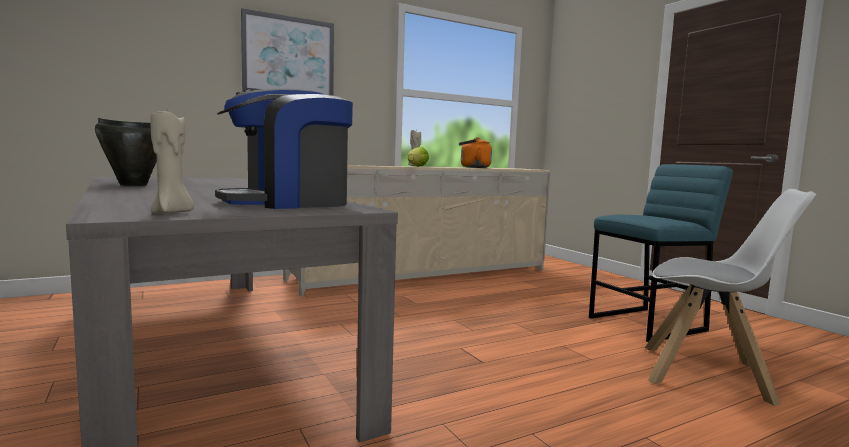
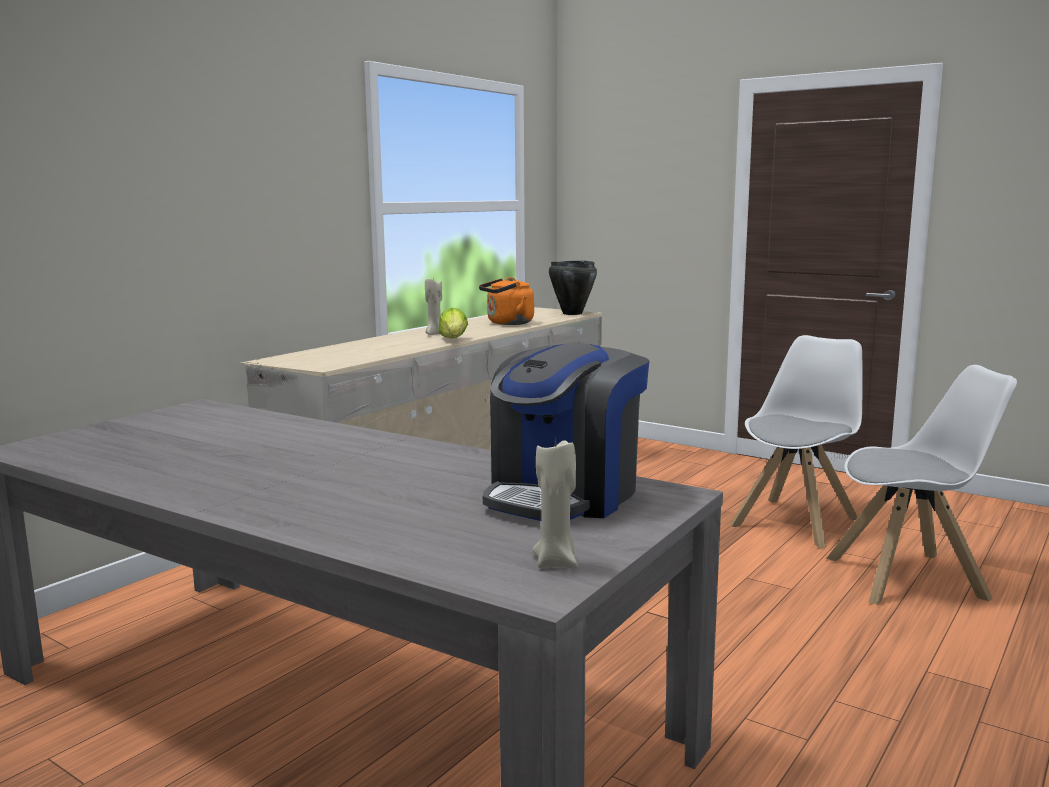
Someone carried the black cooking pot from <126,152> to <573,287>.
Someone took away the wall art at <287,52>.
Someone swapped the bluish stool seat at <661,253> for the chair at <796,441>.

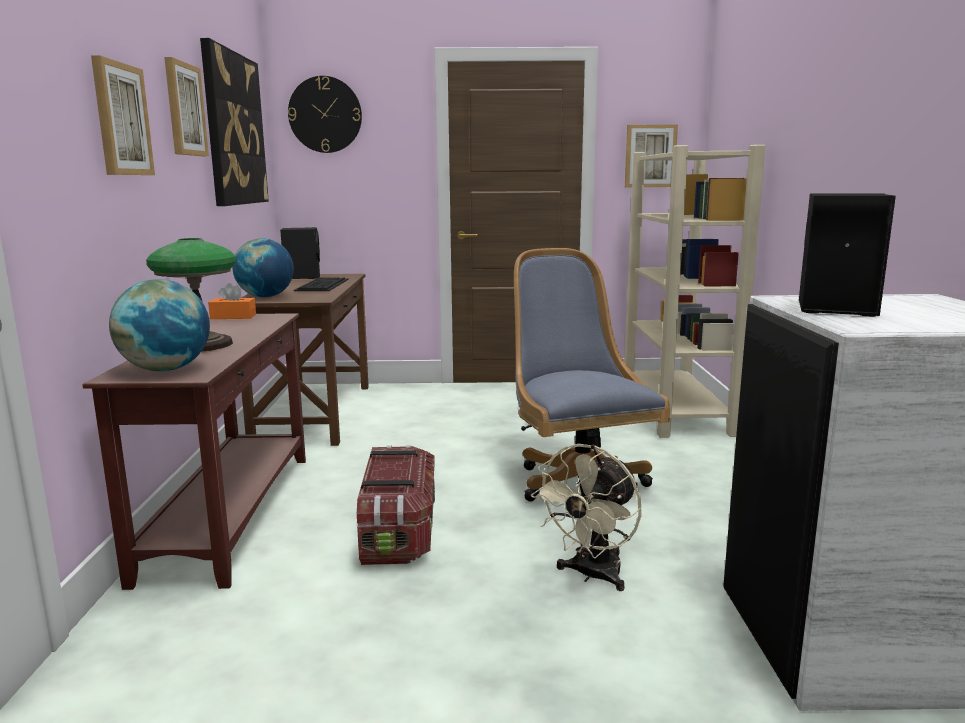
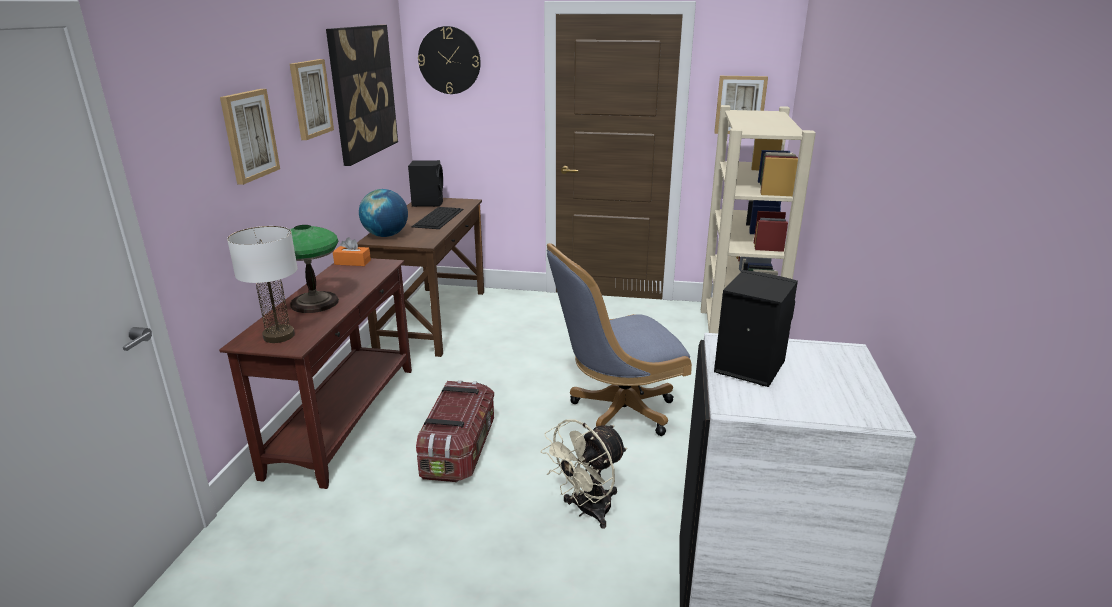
Someone swapped the globe at <159,325> for the table lamp at <262,284>.
Someone rotated the bluish computer chair at <592,375> by 105 degrees counterclockwise.

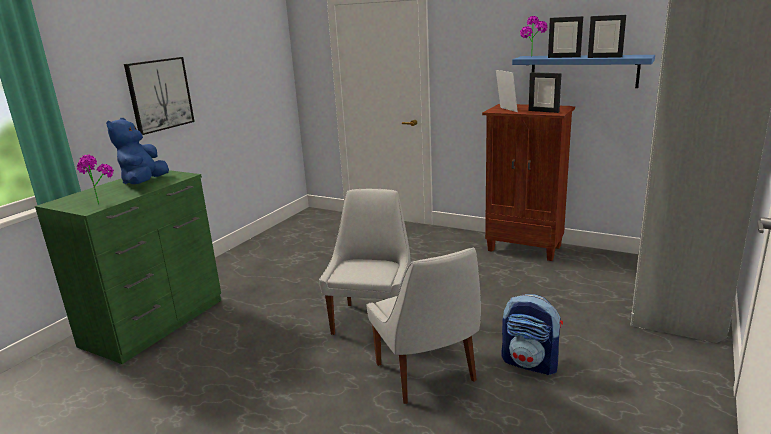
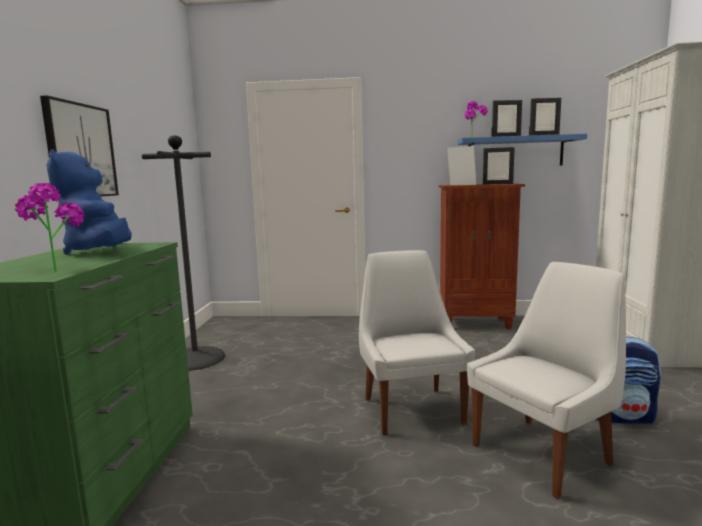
Someone rotated the white-coloured chair at <423,326> by 75 degrees counterclockwise.
Someone put down the black clothes rack at <183,253>.

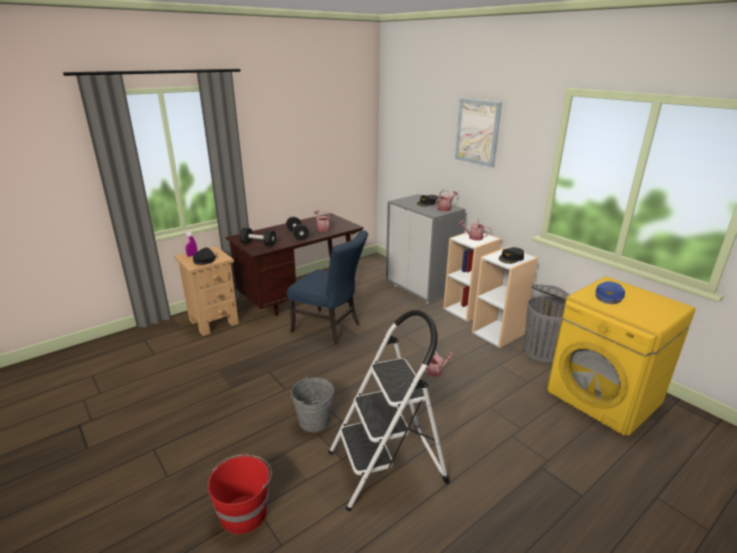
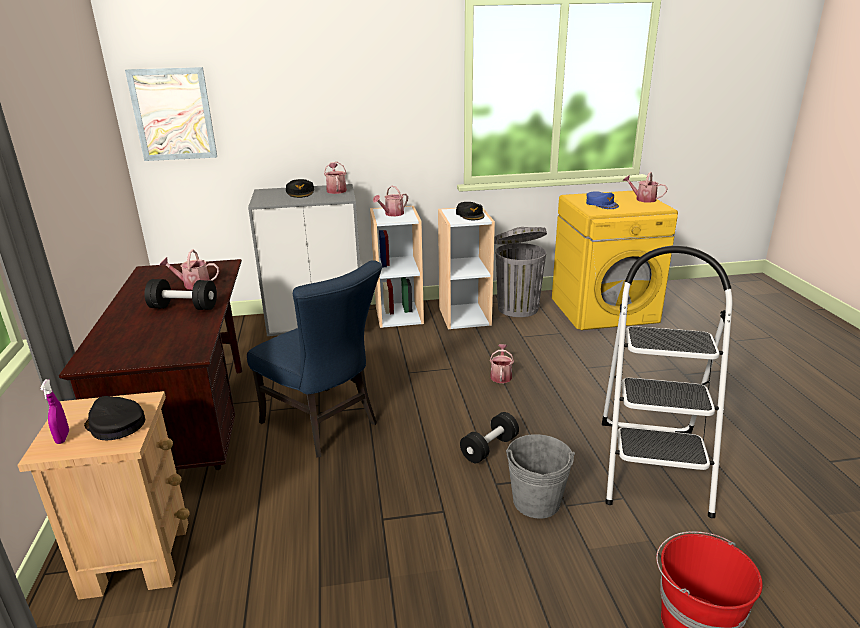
Someone carried the black dumbbell from <258,237> to <489,437>.
Someone rotated the bluish chair at <327,287> by 75 degrees clockwise.
Someone carried the wall art from <478,132> to <171,114>.
Someone put down the watering pot at <645,187>.

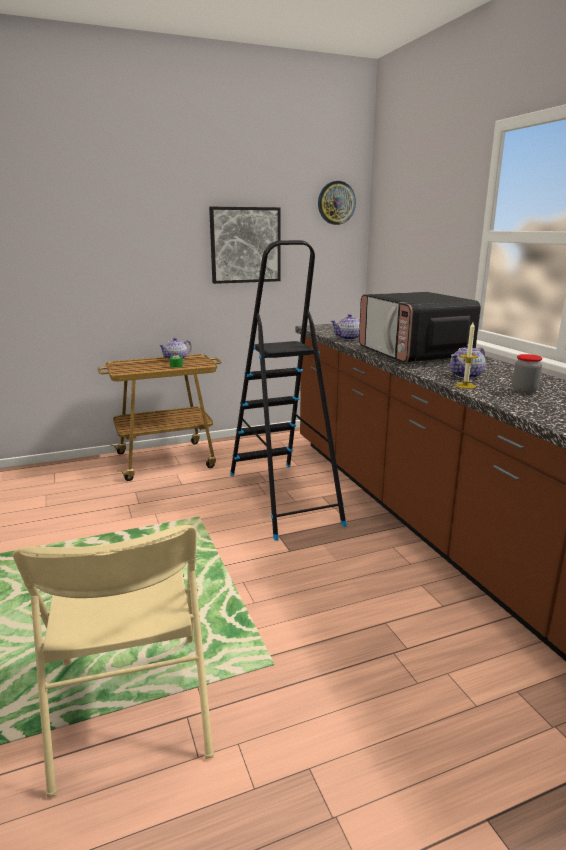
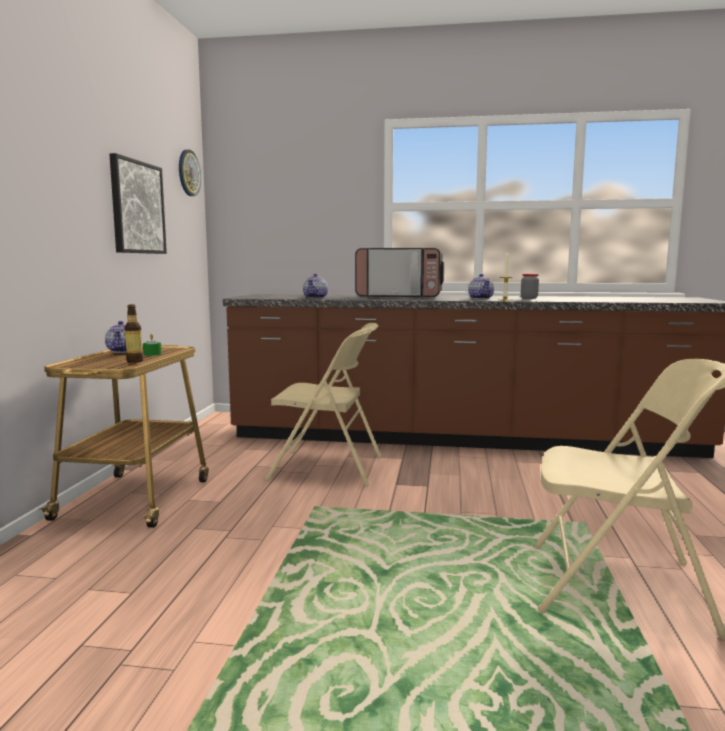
Someone swapped the black step ladder at <288,390> for the beige chair at <323,405>.
Someone put down the drink bottle at <133,333>.

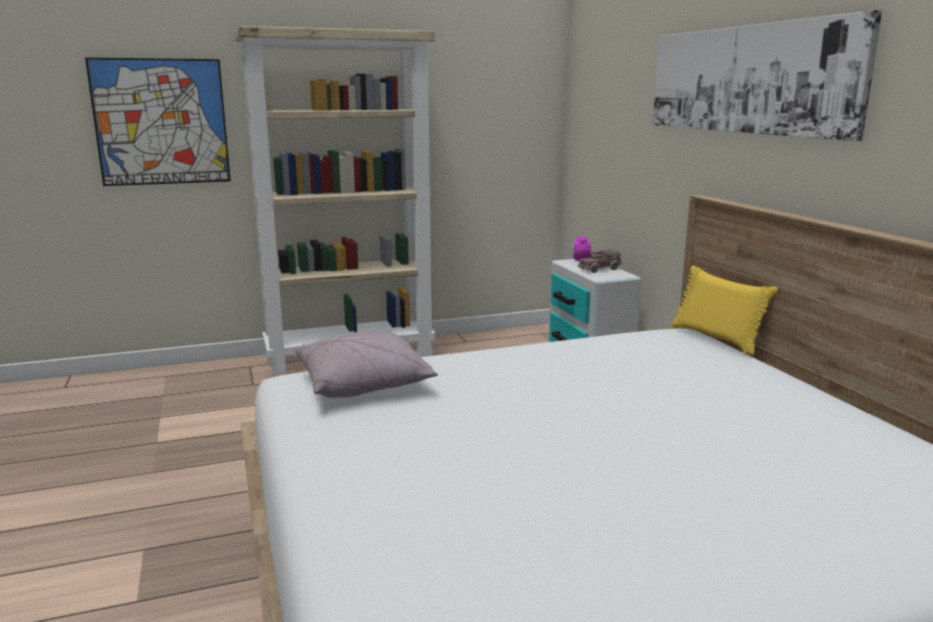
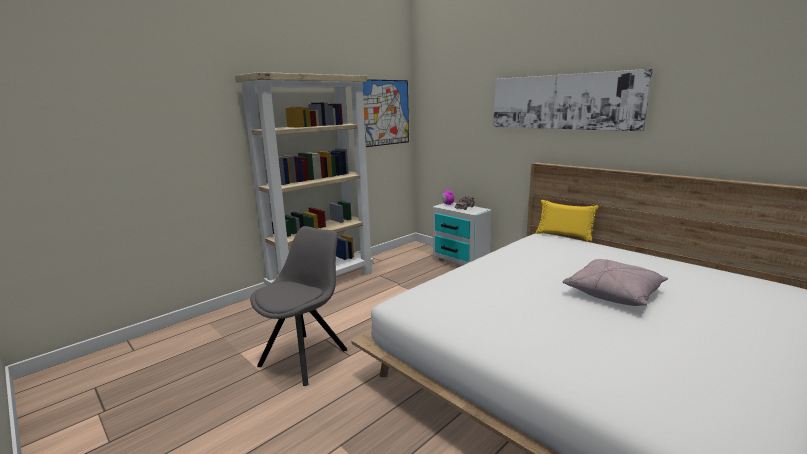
Someone carried the wall art from <158,122> to <386,113>.
Someone carried the purple throw pillow from <366,364> to <615,282>.
Someone put down the gray chair at <298,306>.

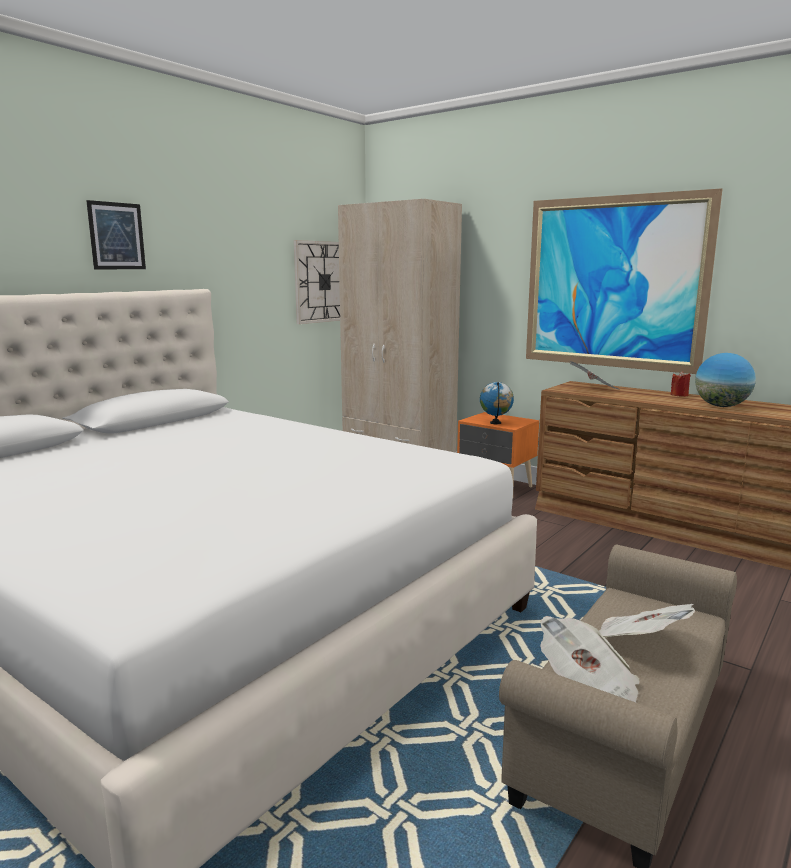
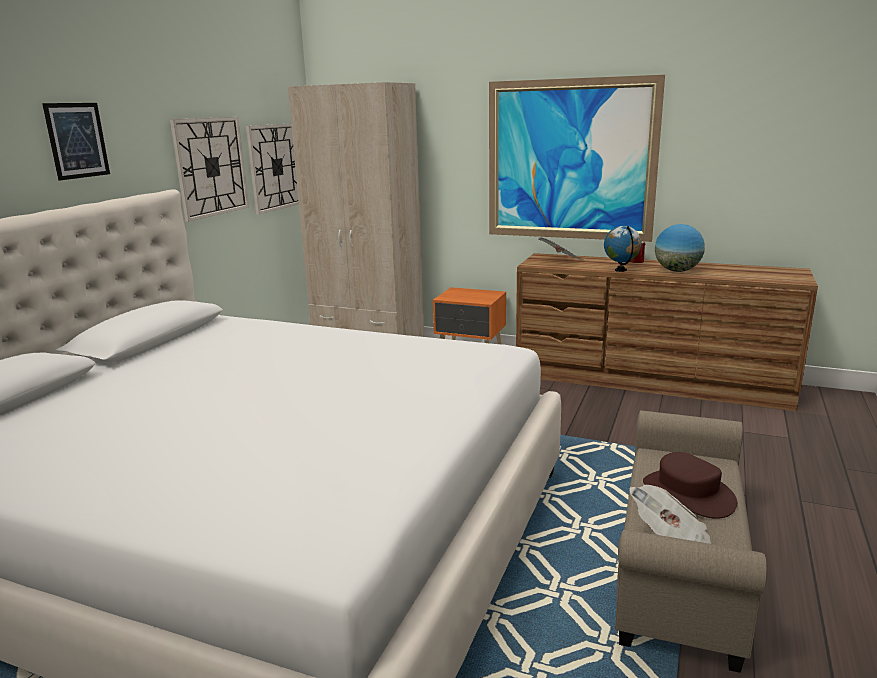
Someone carried the globe from <497,403> to <623,249>.
Someone swapped the newspaper at <647,620> for the brown clothing hat at <690,485>.
Someone put up the clock on the wall at <209,169>.

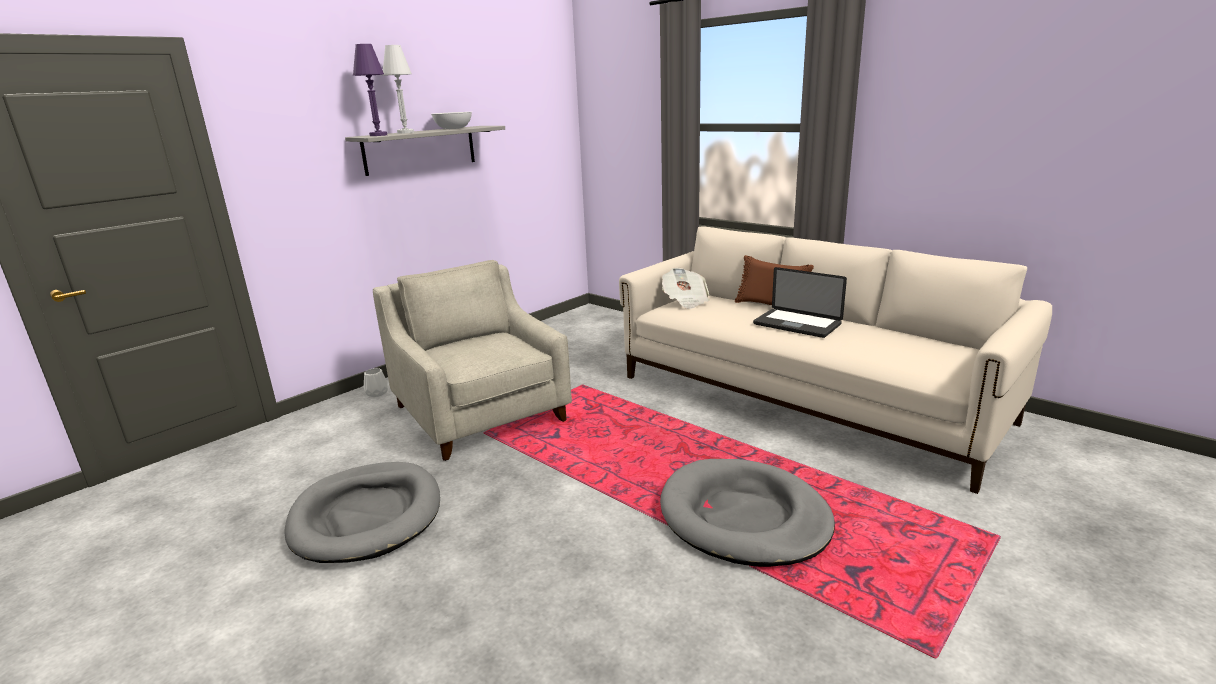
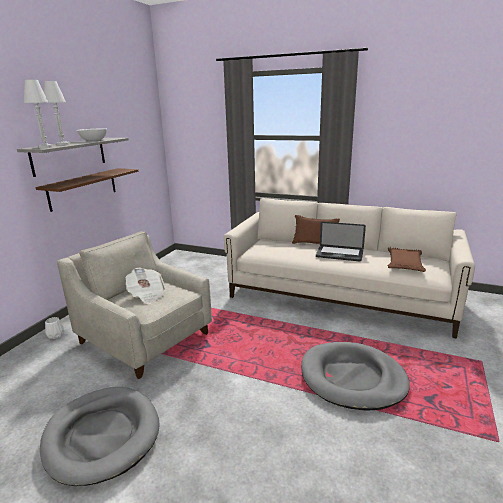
Someone repainted the purple table lamp at <370,90>, which became the white-coloured table lamp at <38,114>.
Someone carried the newspaper from <686,288> to <145,285>.
Someone put up the brown shelf at <87,190>.
Someone put down the brown throw pillow at <407,259>.

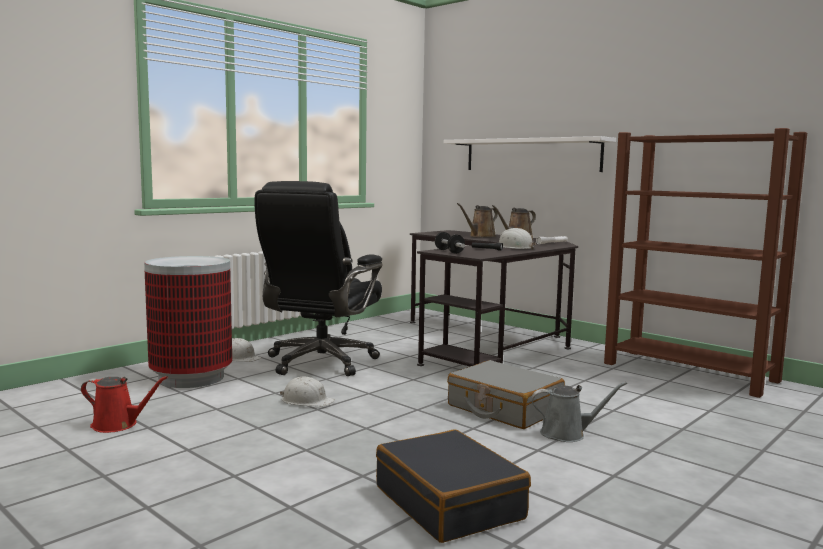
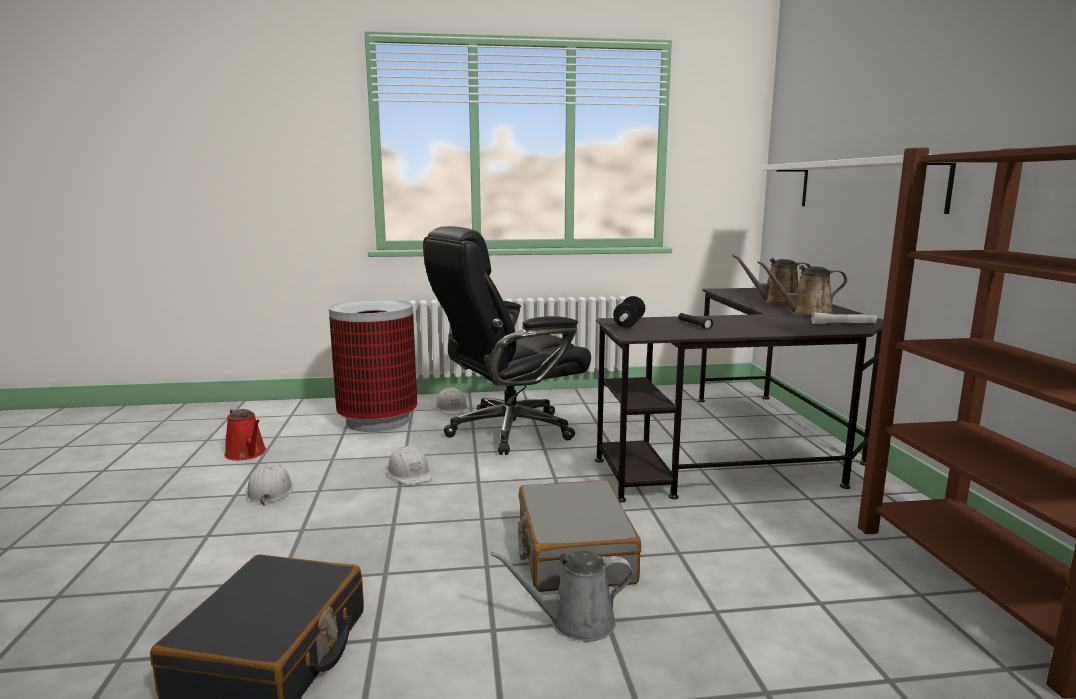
Someone carried the white-coloured hard hat from <517,238> to <269,484>.
Someone rotated the gray watering pot at <579,412> by 135 degrees clockwise.

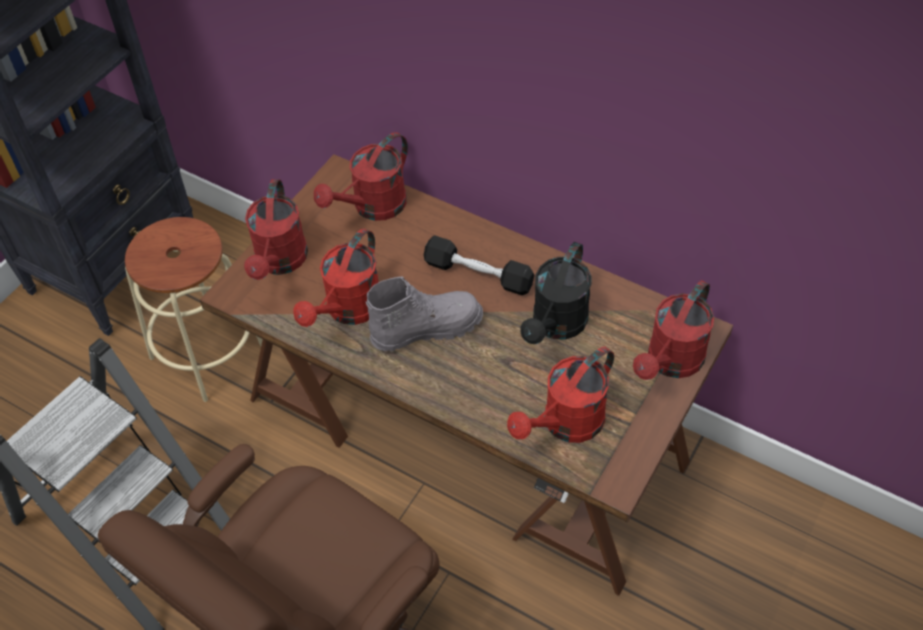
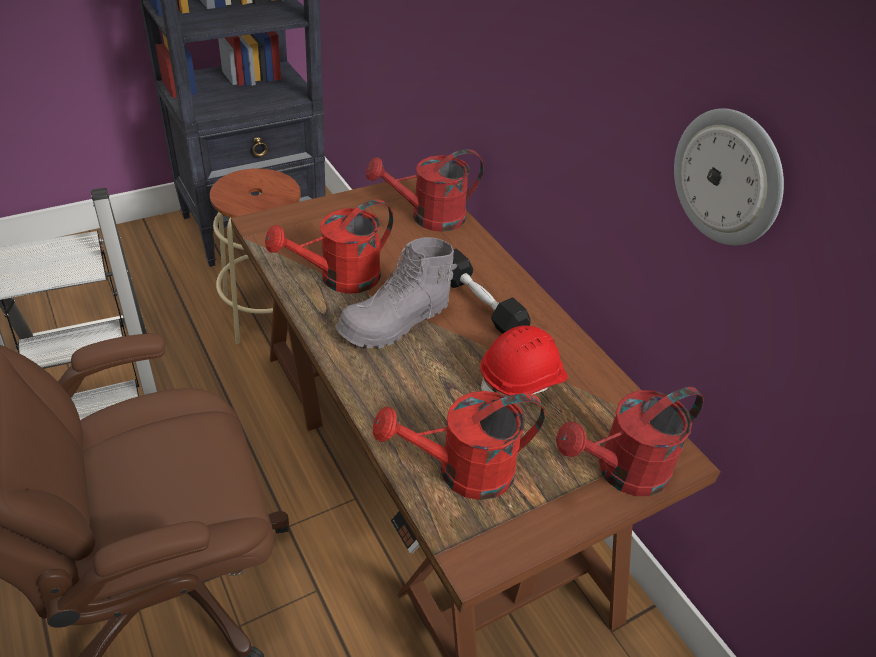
Someone took away the reddish watering pot at <276,229>.
Someone rotated the gray tall boot at <424,313> by 135 degrees clockwise.
Someone swapped the black watering pot at <555,293> for the reddish hard hat at <524,361>.
Someone put up the clock on the wall at <729,176>.

